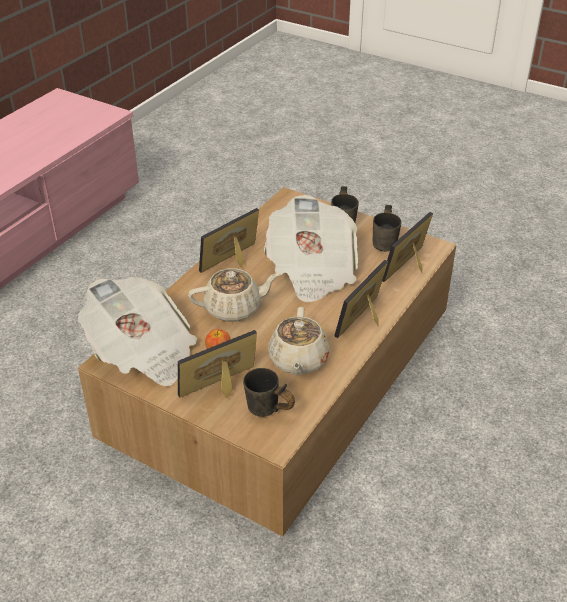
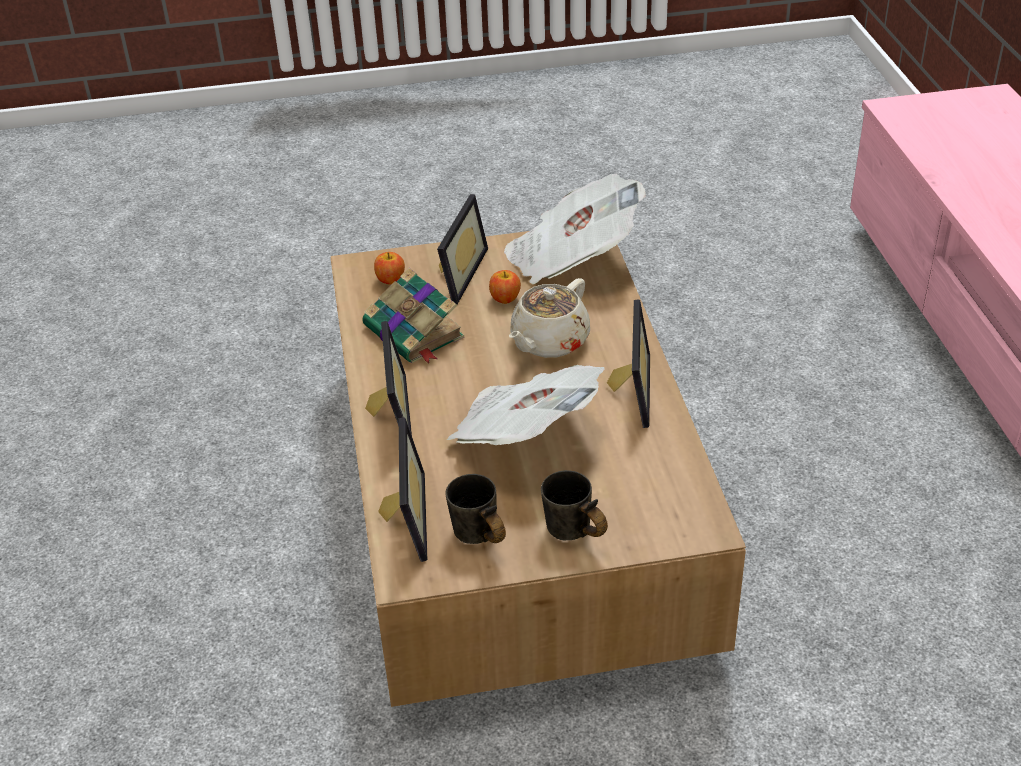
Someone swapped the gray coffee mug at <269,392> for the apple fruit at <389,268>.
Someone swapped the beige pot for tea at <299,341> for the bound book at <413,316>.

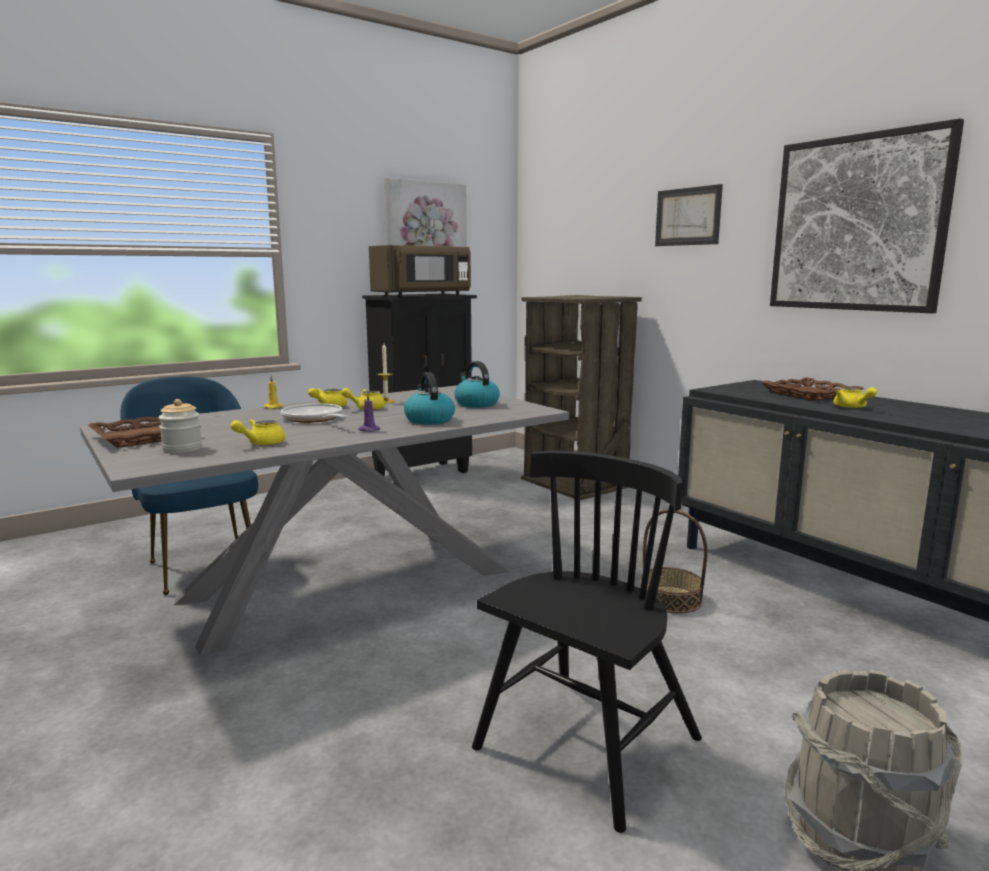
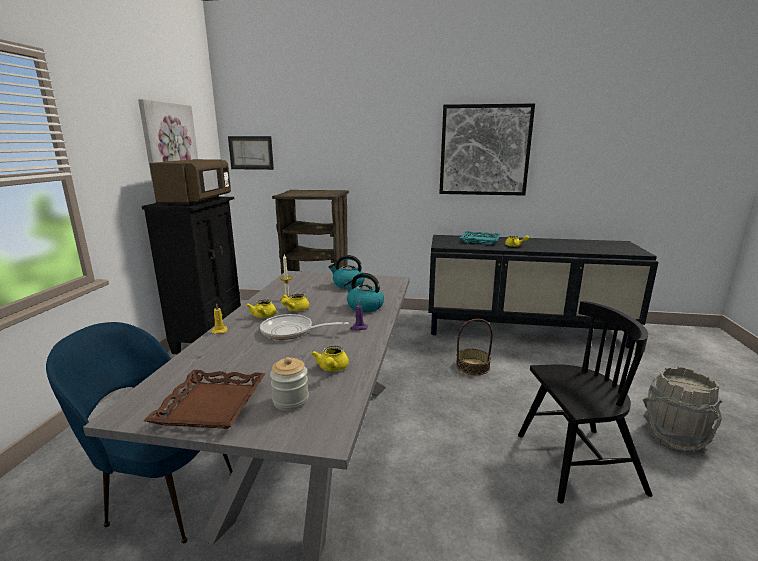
Someone rotated the black chair at <587,642> by 90 degrees clockwise.
Someone carried the wall art from <689,215> to <251,153>.
Someone repainted the brown serving tray at <812,389>, which became the blue-green serving tray at <480,238>.

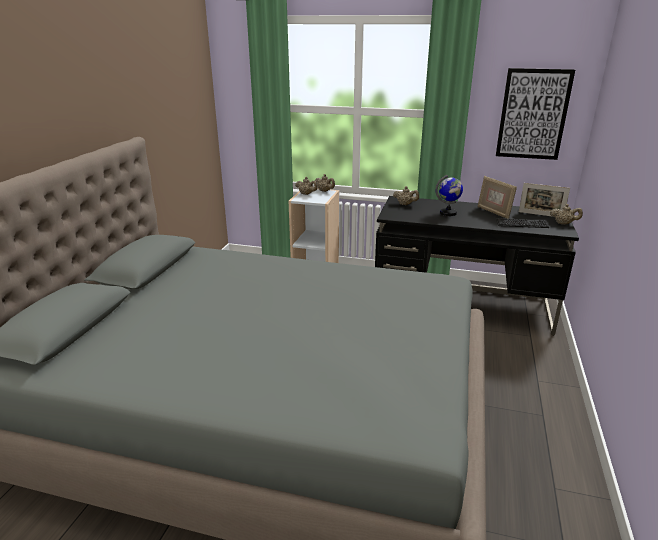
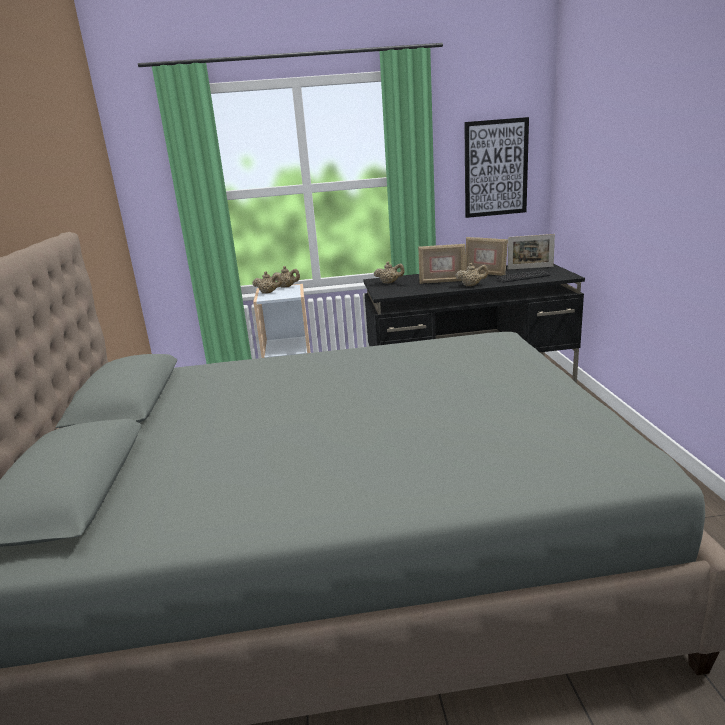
Someone swapped the globe at <449,195> for the standing frame at <442,264>.
Someone carried the beige pot for tea from <566,214> to <471,274>.

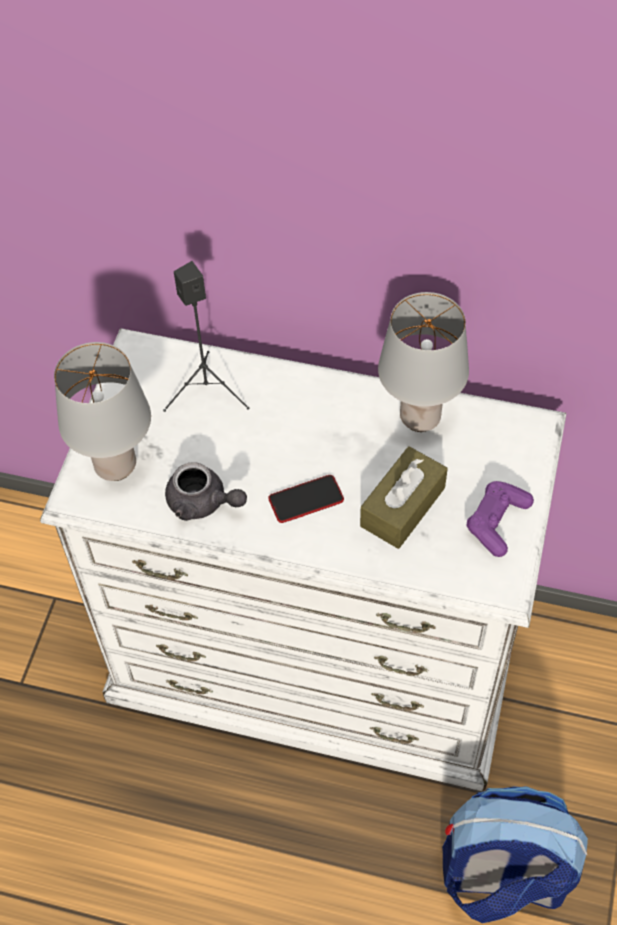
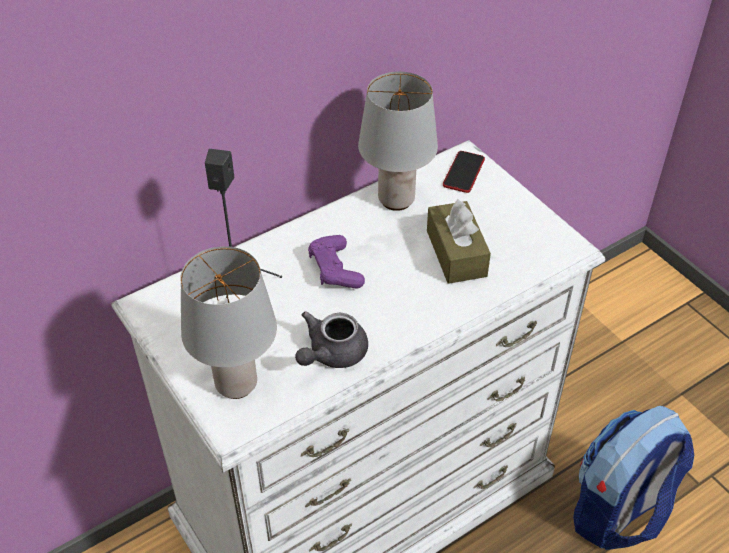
Someone rotated the gray pot for tea at <206,492> by 150 degrees clockwise.
Someone carried the phone from <306,499> to <464,172>.
Someone carried the purple game controller from <500,519> to <336,261>.

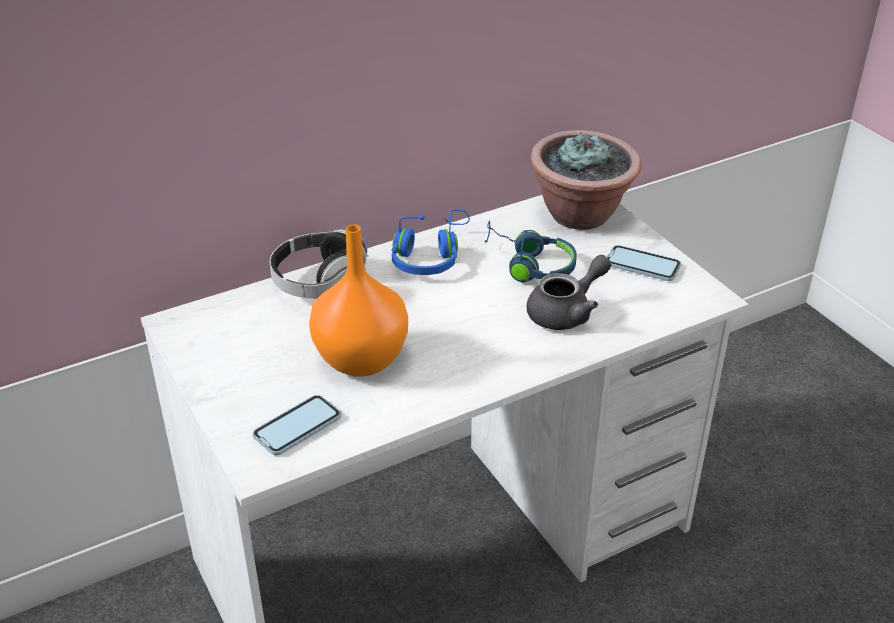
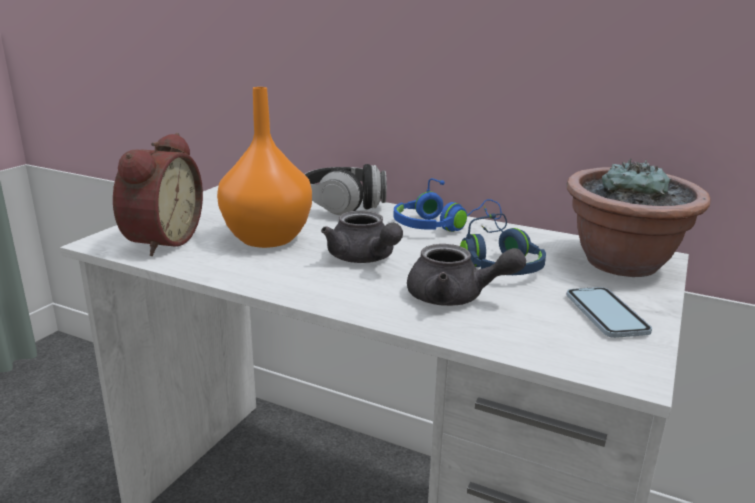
Someone swapped the phone at <297,425> for the table clock at <158,194>.
Someone put down the gray pot for tea at <362,237>.

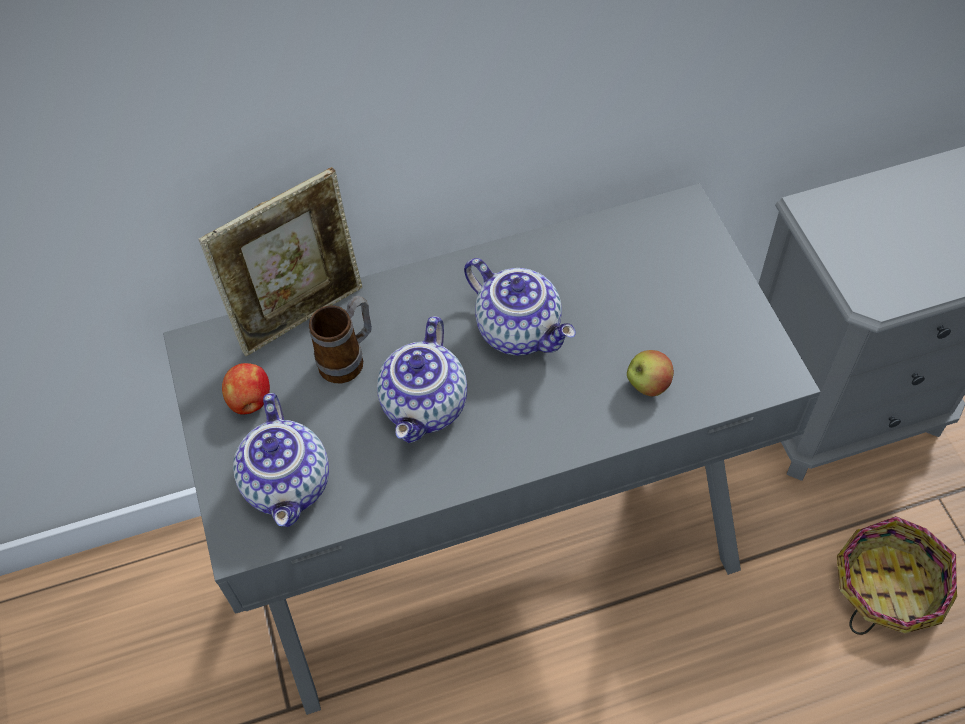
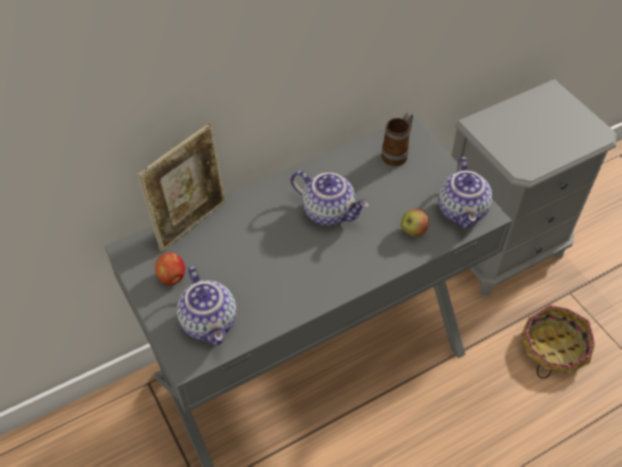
Someone carried the coffee mug from <340,339> to <397,139>.
Someone carried the pot for tea from <422,379> to <465,193>.

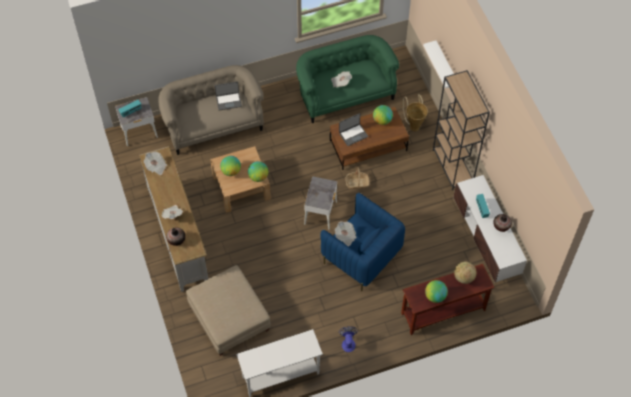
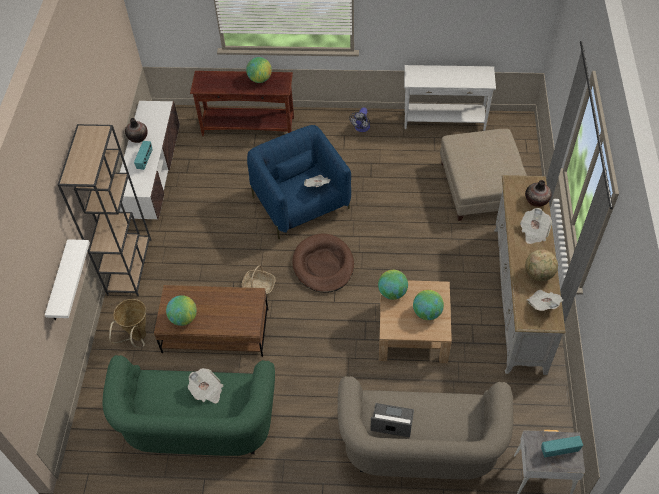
Someone swapped the side table at <320,203> for the brown dog cushion at <323,263>.
Someone took away the portable computer at <353,129>.
Someone carried the globe from <465,273> to <541,265>.

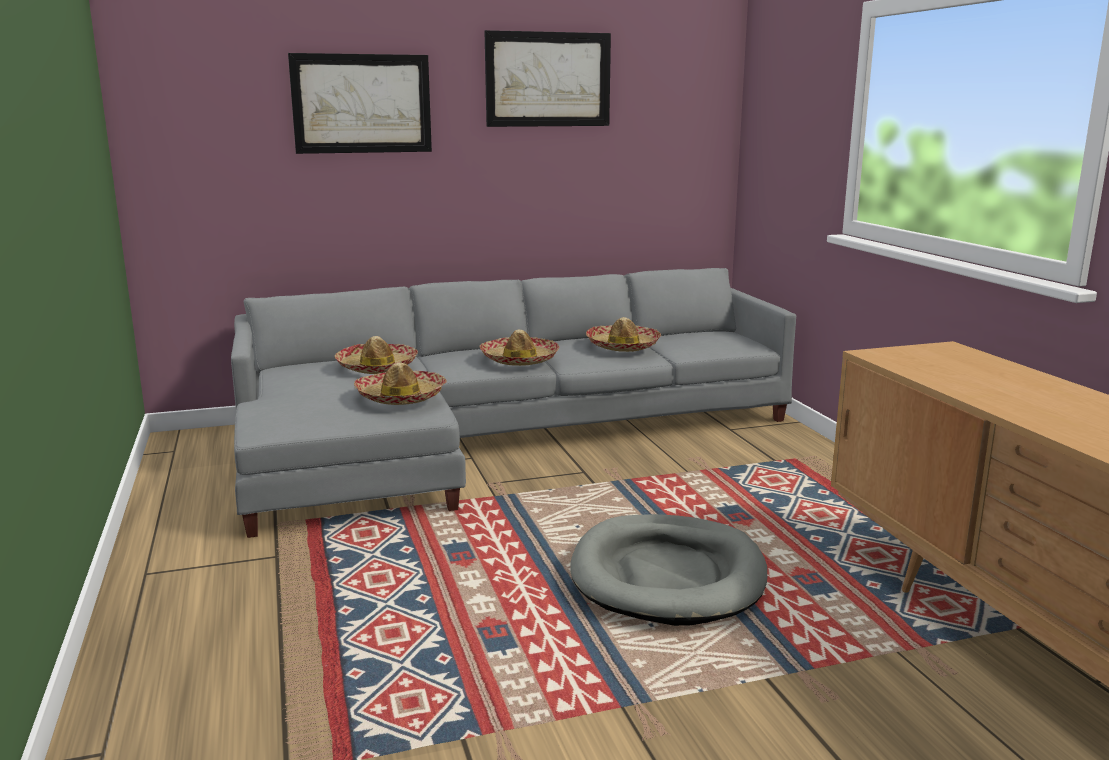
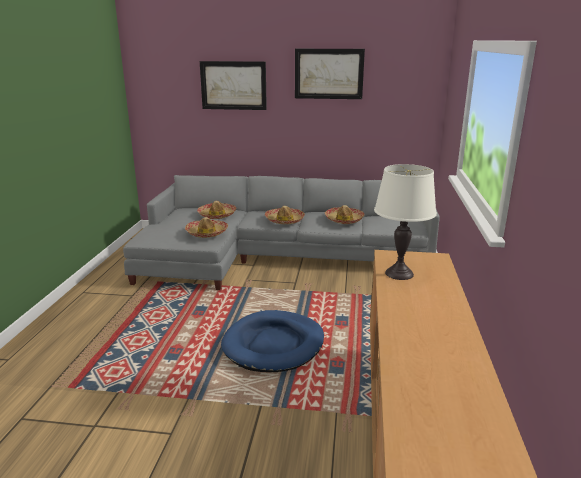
Someone repainted the gray dog cushion at <668,570>, which became the bluish dog cushion at <272,341>.
Someone put down the white-coloured table lamp at <405,222>.

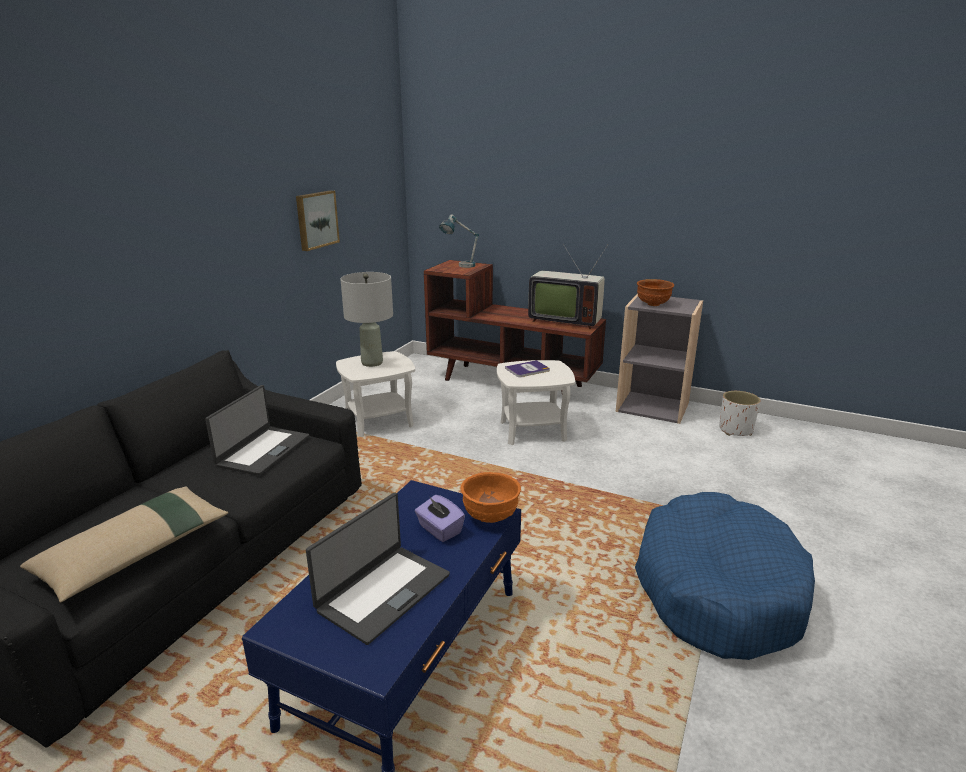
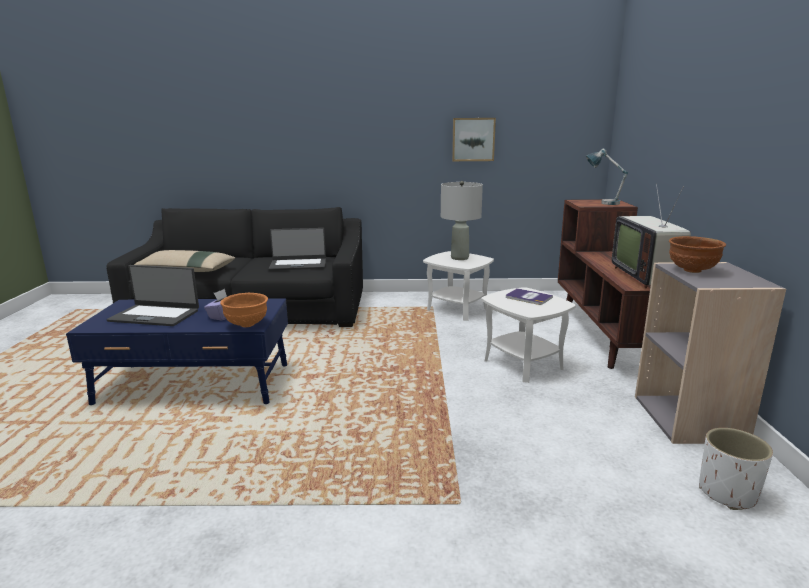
Someone took away the bluish dog cushion at <725,576>.

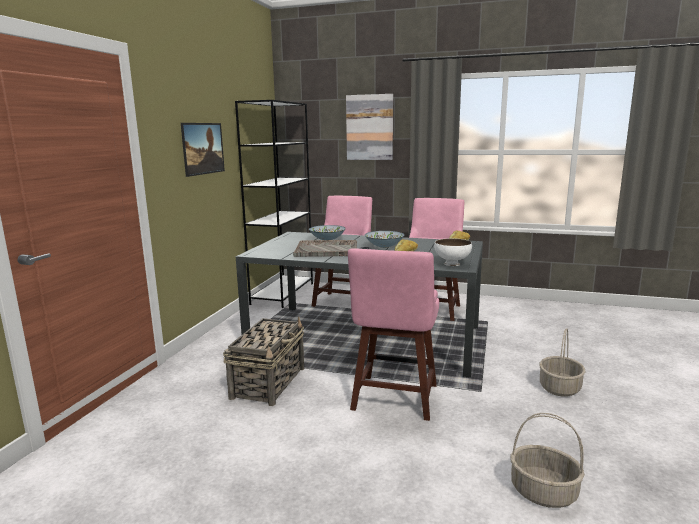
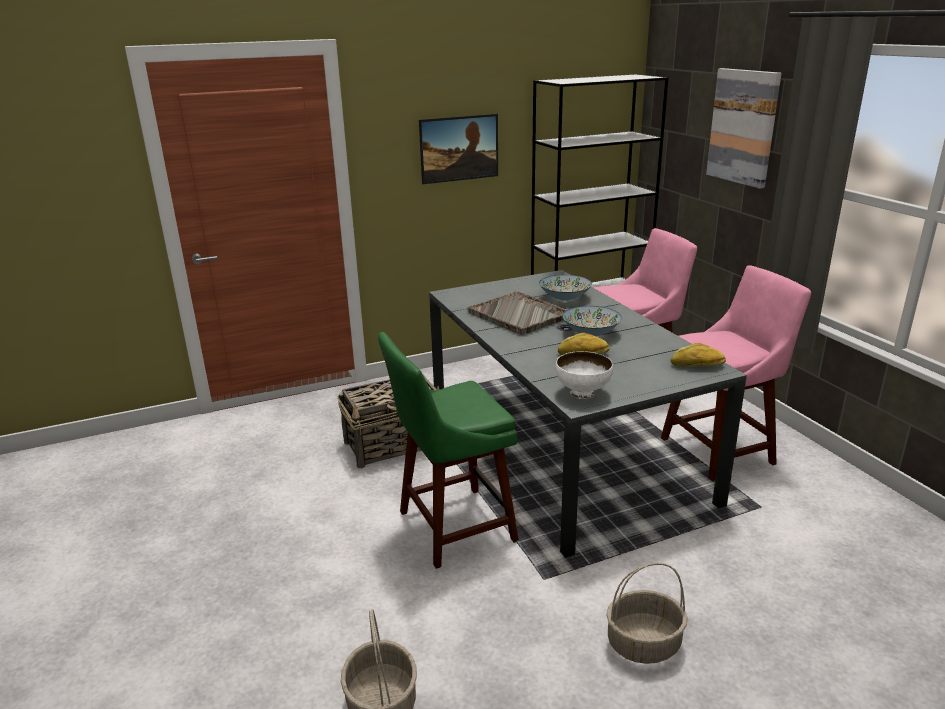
Someone repainted the pinkish chair at <393,334>, which became the greenish chair at <448,450>.

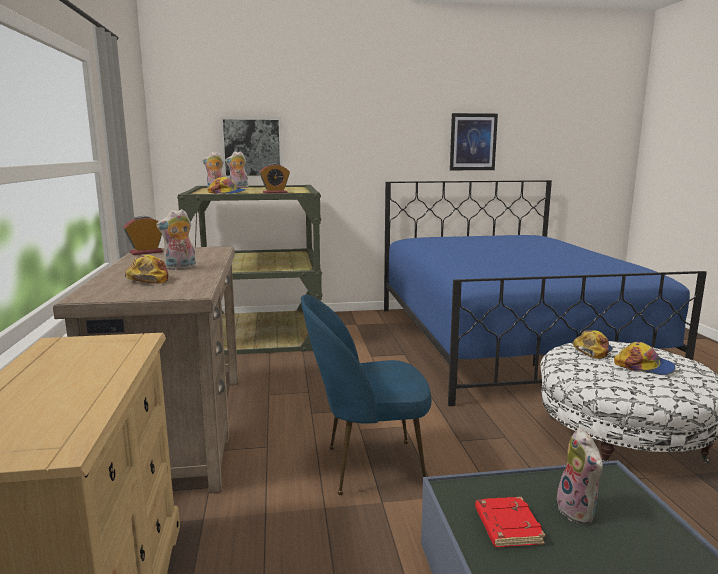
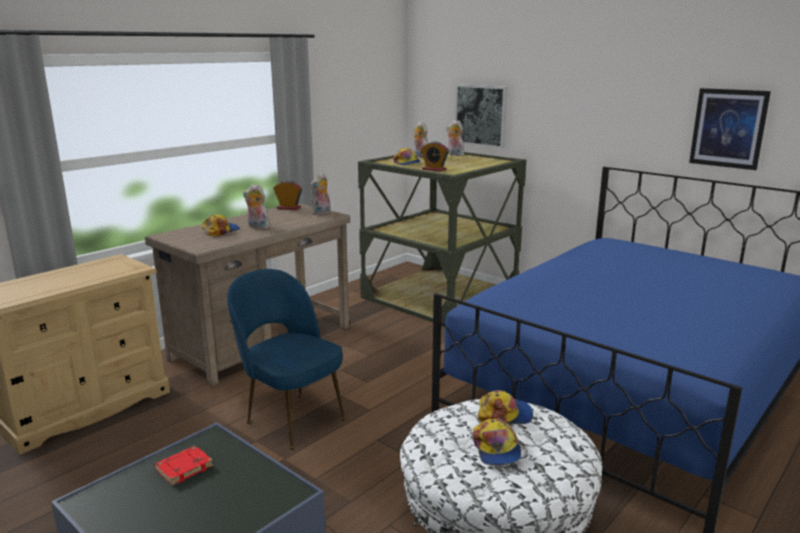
Someone carried the cuddly toy from <580,476> to <320,194>.

